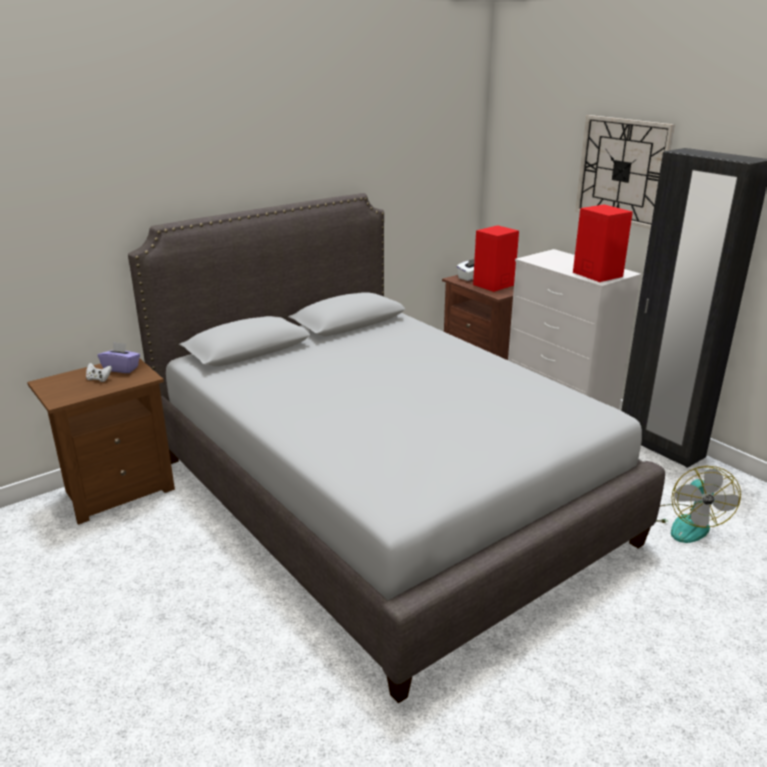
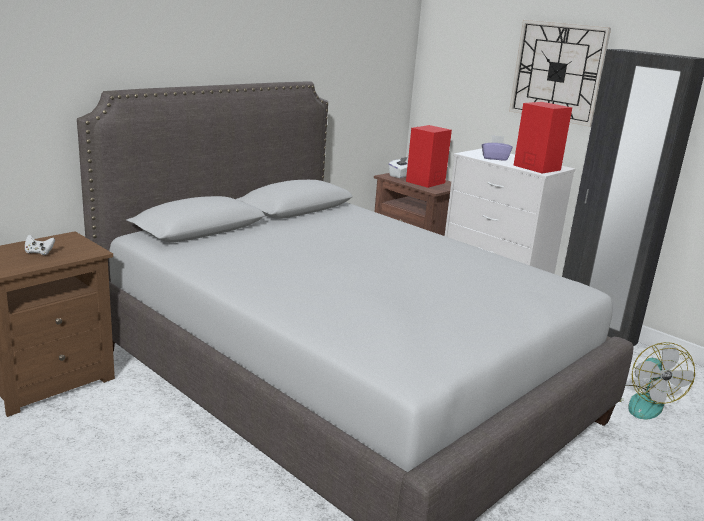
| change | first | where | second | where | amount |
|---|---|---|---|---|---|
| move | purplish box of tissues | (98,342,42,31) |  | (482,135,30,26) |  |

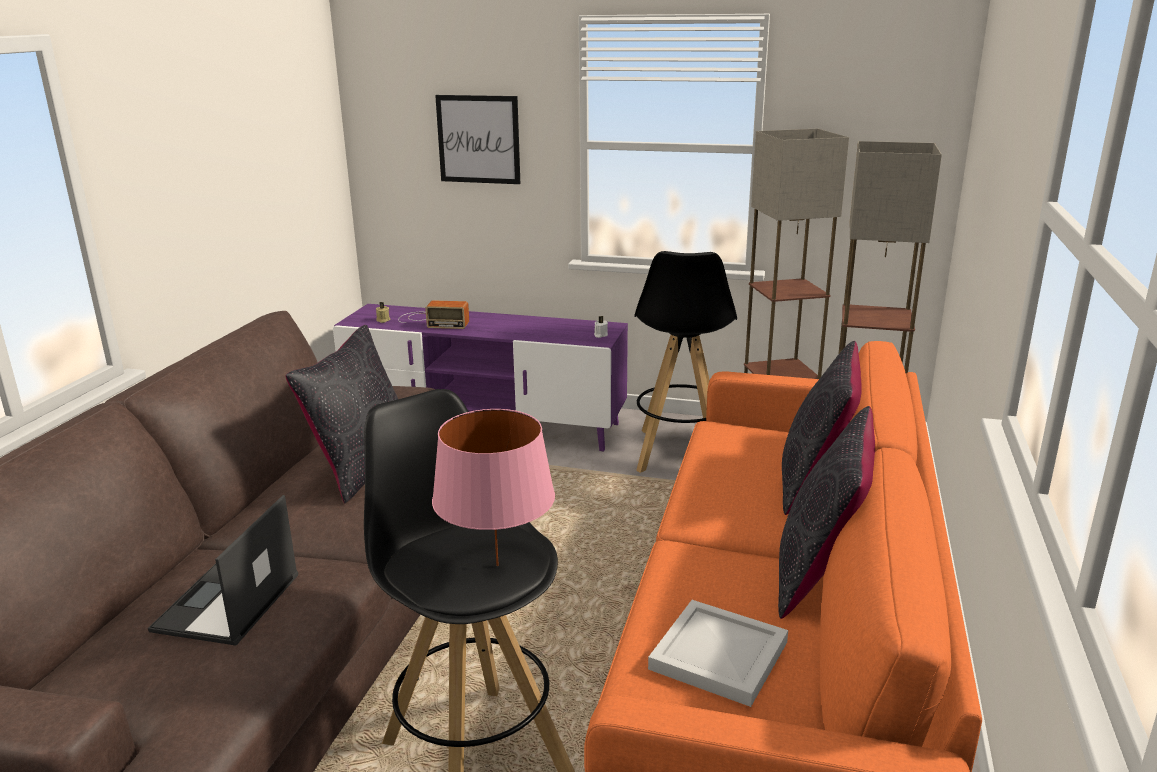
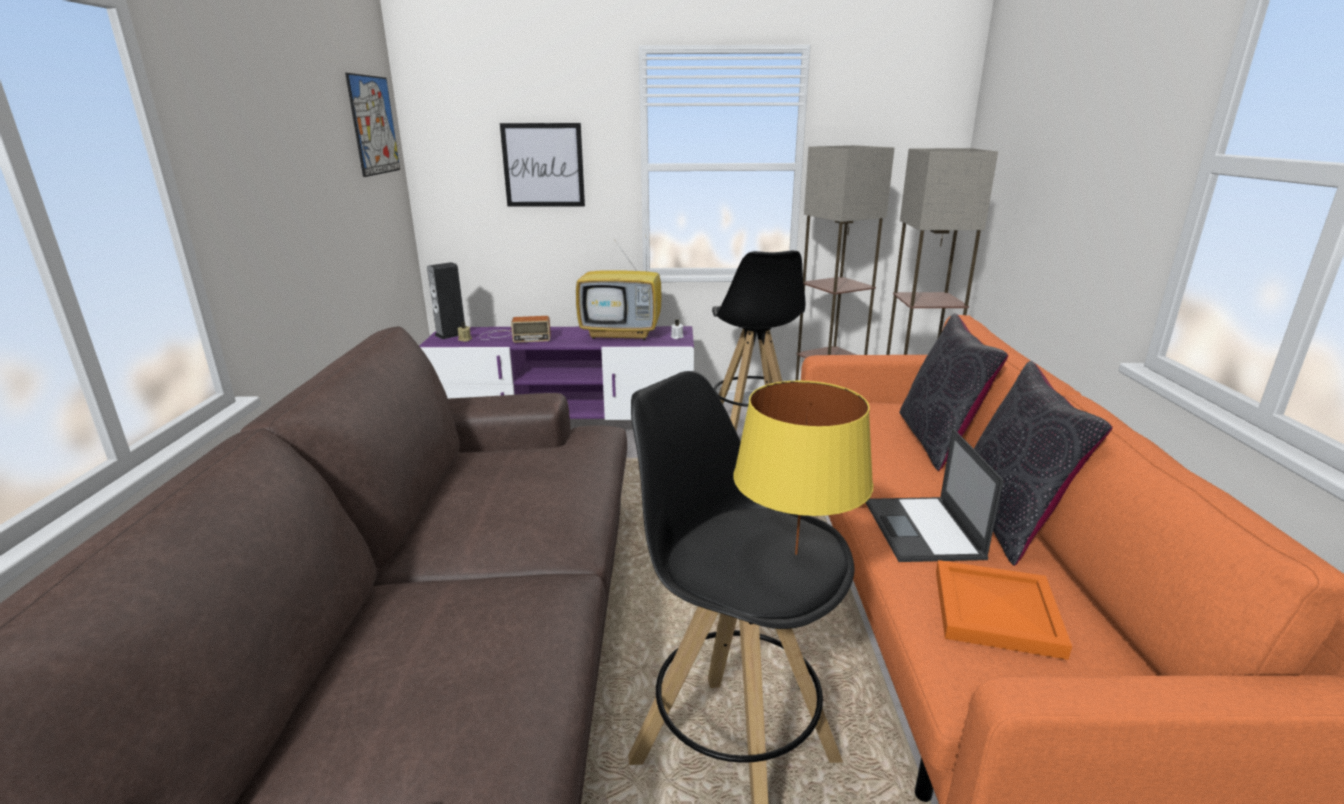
| change | first | where | second | where | amount |
|---|---|---|---|---|---|
| delete | blackish throw pillow | (285,325,113,178) |  |  |  |
| recolor | pinkish table lamp | (432,409,123,157) | yellow-coloured table lamp | (733,381,140,174) |  |
| move | portable computer | (148,495,150,150) |  | (866,429,138,133) |  |
| recolor | white carrying tray | (648,600,140,107) | orange-coloured carrying tray | (936,560,136,100) |  |
| insert |  |  | picture | (345,73,55,104) |  |
| insert |  |  | TV | (576,238,86,102) |  |
| insert |  |  | audio speaker | (427,262,38,77) |  |

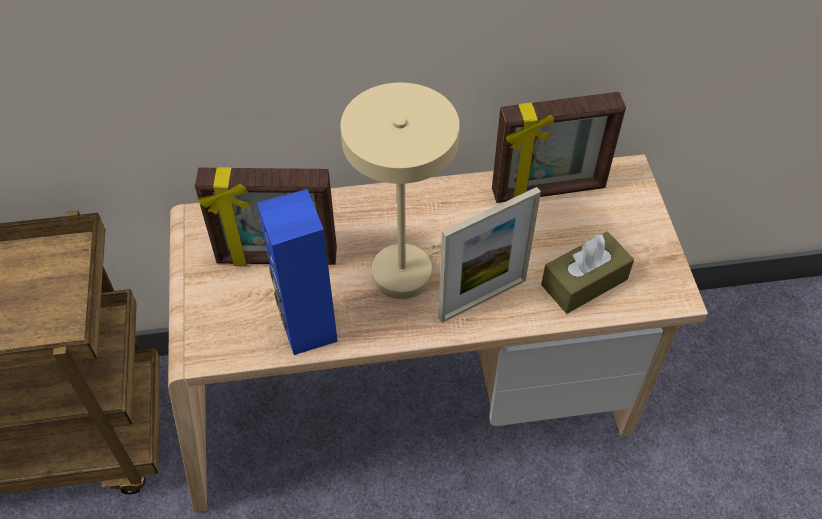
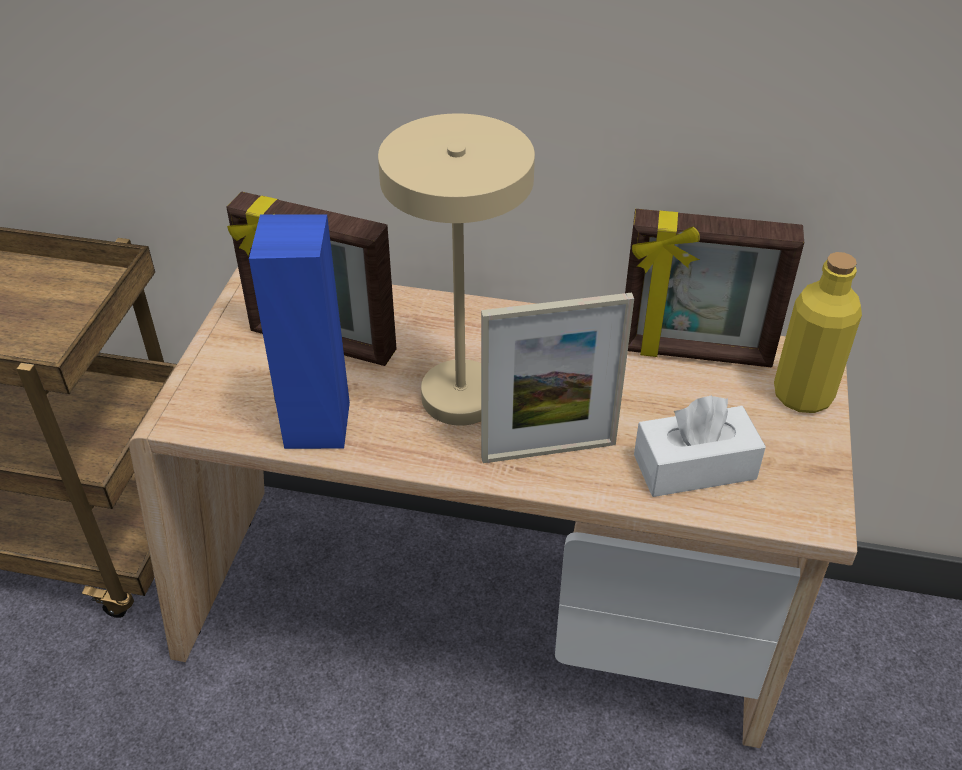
| change | first | where | second | where | amount |
|---|---|---|---|---|---|
| recolor | brown-coloured box of tissues | (541,232,93,82) | white box of tissues | (634,395,132,102) |  |
| insert |  |  | yellow-coloured drink bottle | (774,252,88,161) |  |

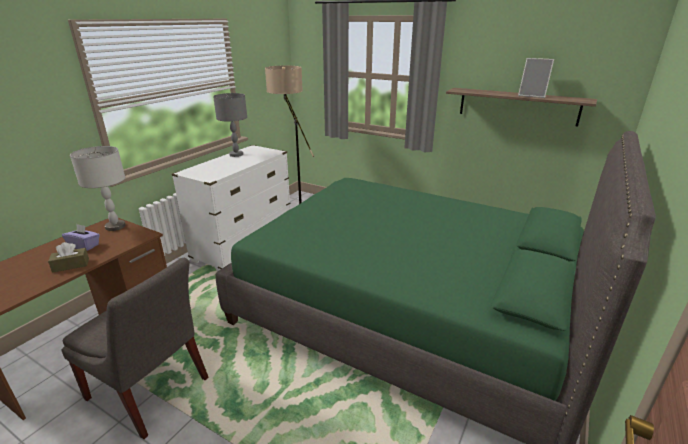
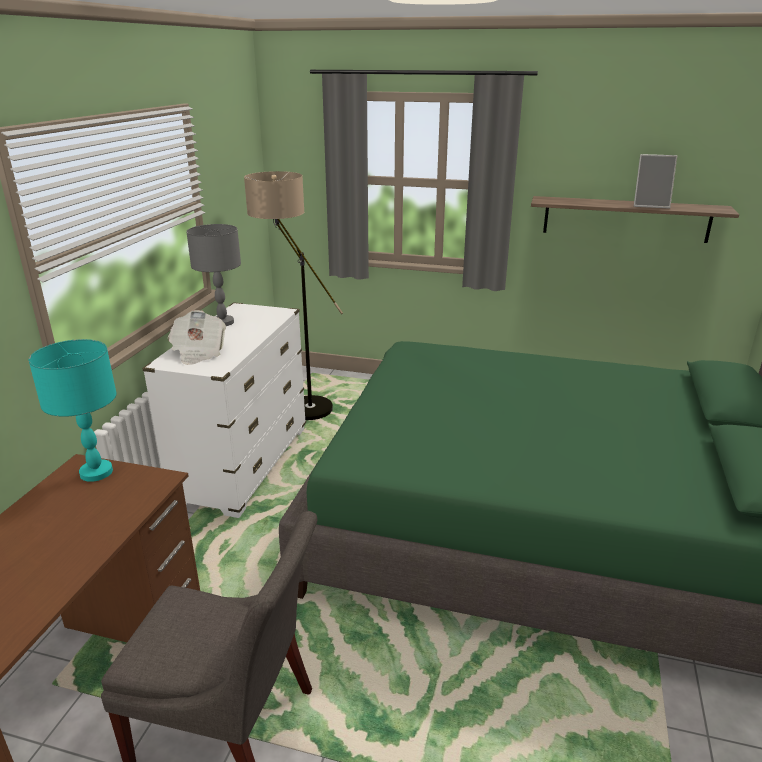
| change | first | where | second | where | amount |
|---|---|---|---|---|---|
| recolor | greyish table lamp | (70,146,56,85) | turquoise-coloured table lamp | (28,339,89,143) |  |
| delete | purplish box of tissues | (62,224,38,27) |  |  |  |
| delete | brown-coloured box of tissues | (48,242,41,31) |  |  |  |
| insert |  |  | printed paper | (168,310,58,55) |  |

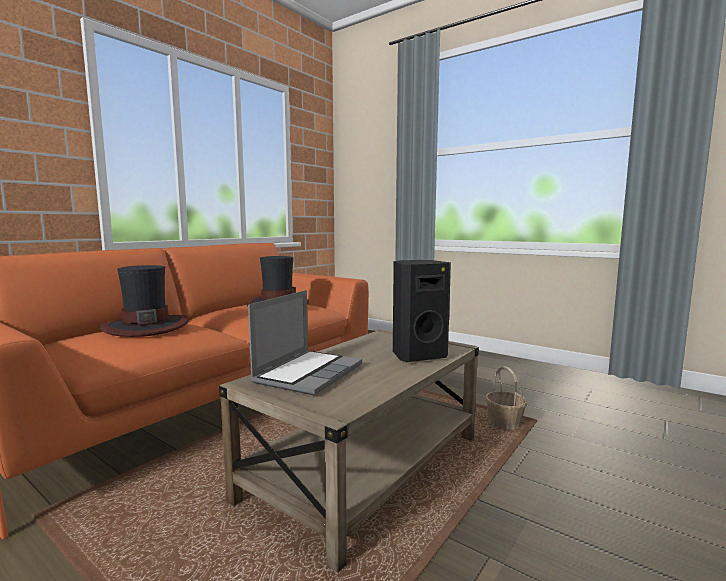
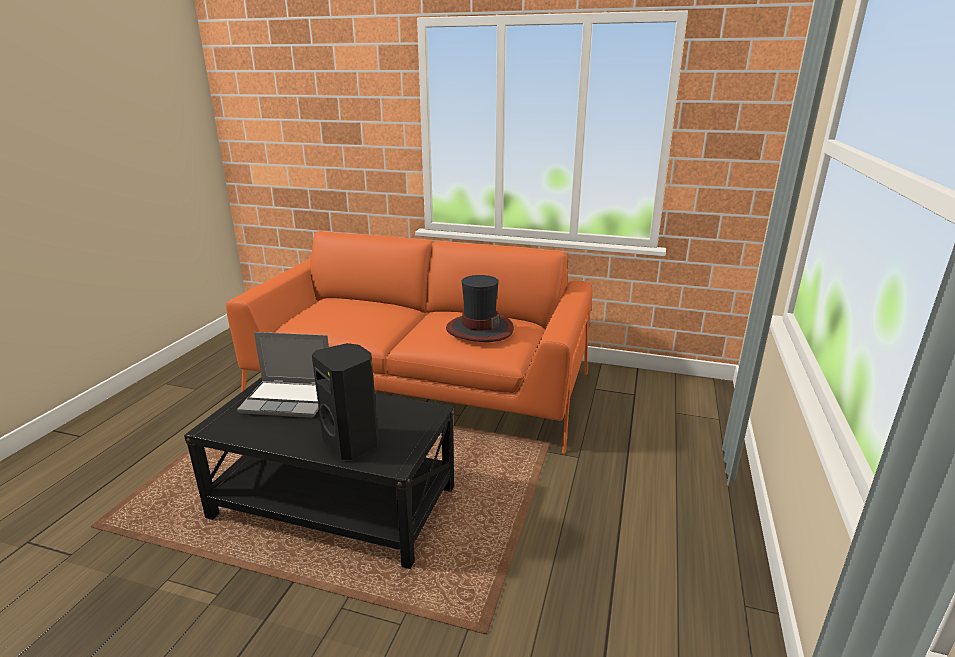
| change | first | where | second | where | amount |
|---|---|---|---|---|---|
| delete | clothing hat | (100,265,89,72) |  |  |  |
| recolor | beige lounge table | (219,329,260,244) | blackish lounge table | (184,377,270,192) |  |
| delete | basket | (486,366,41,63) |  |  |  |

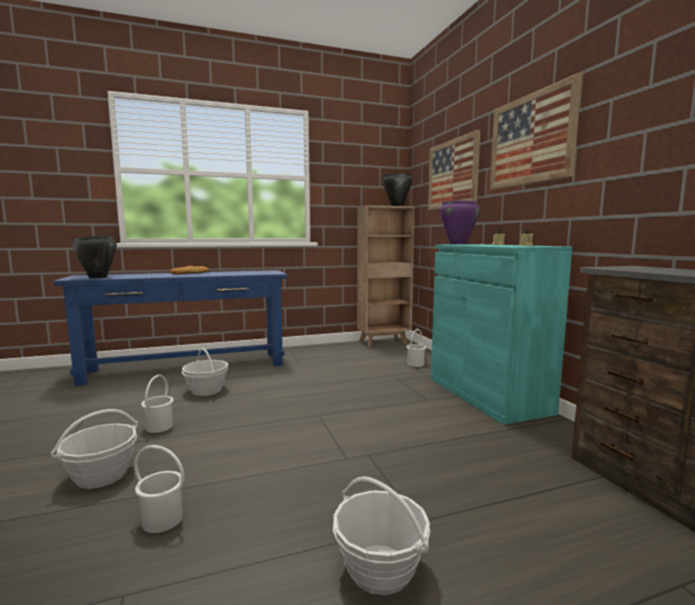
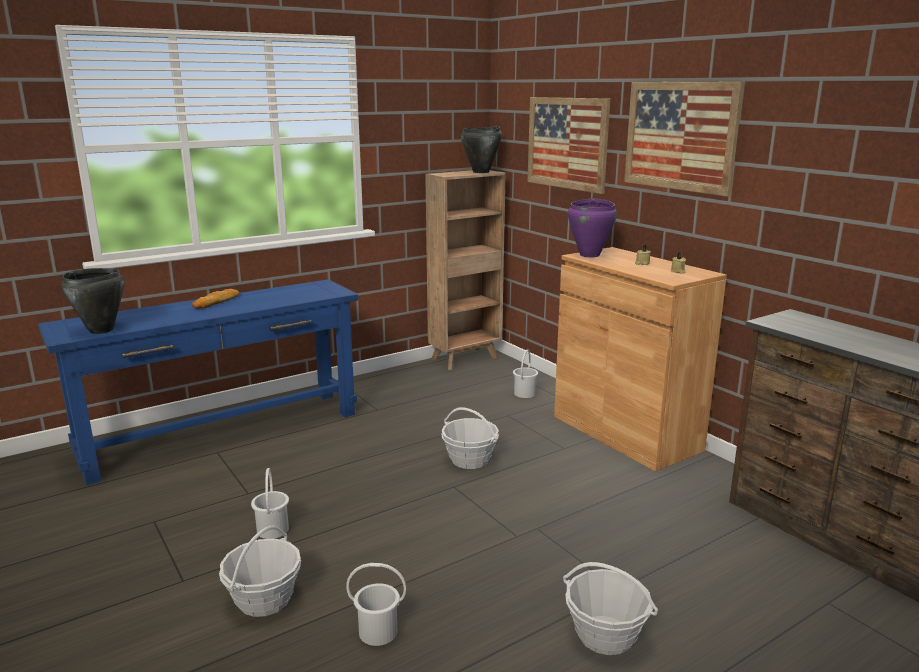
| change | first | where | second | where | amount |
|---|---|---|---|---|---|
| recolor | turquoise-coloured cabinet | (431,244,141,181) | brown-coloured cabinet | (554,247,173,225) |  |
| move | basket | (182,348,46,48) |  | (441,407,58,62) |  |

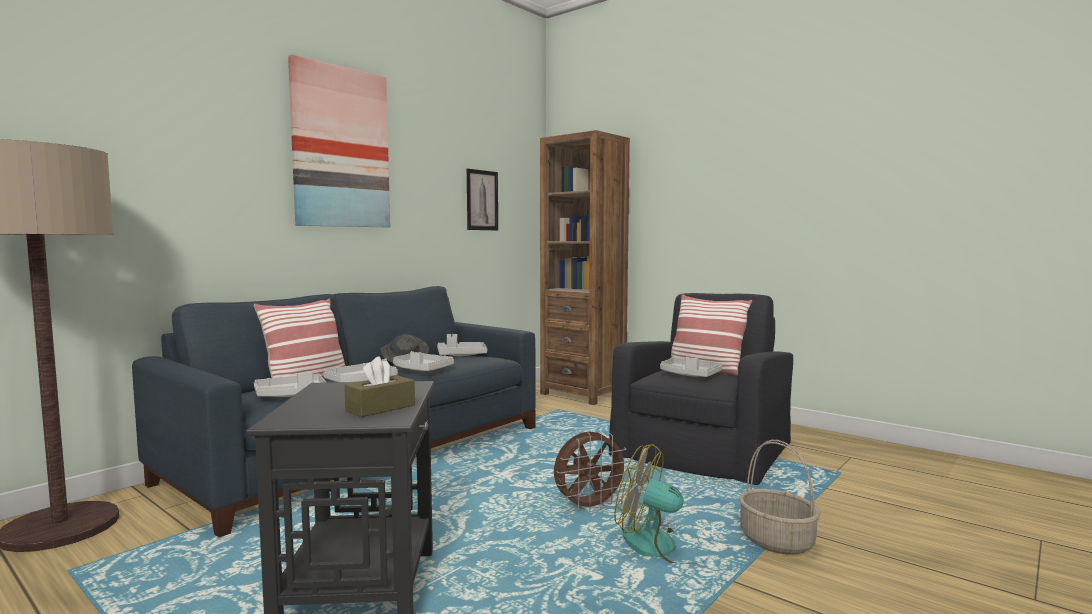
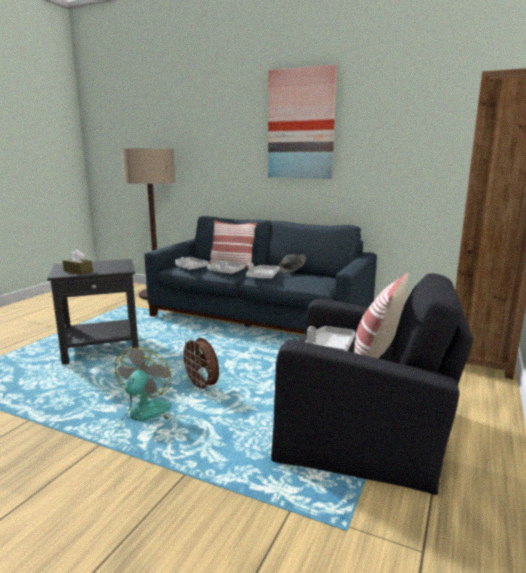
| change | first | where | second | where | amount |
|---|---|---|---|---|---|
| delete | picture | (467,169,31,61) |  |  |  |
| delete | greyish carrying tray | (437,334,50,22) |  |  |  |
| delete | basket | (739,440,81,115) |  |  |  |

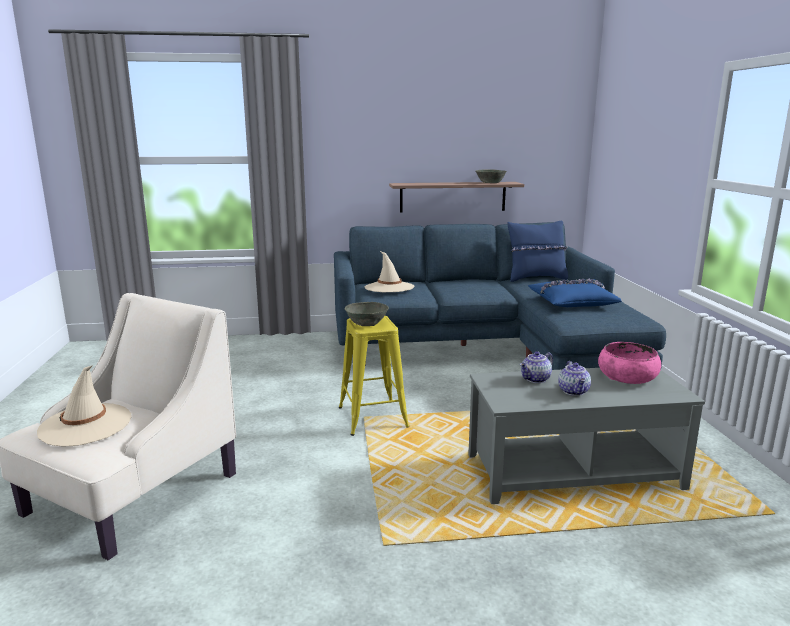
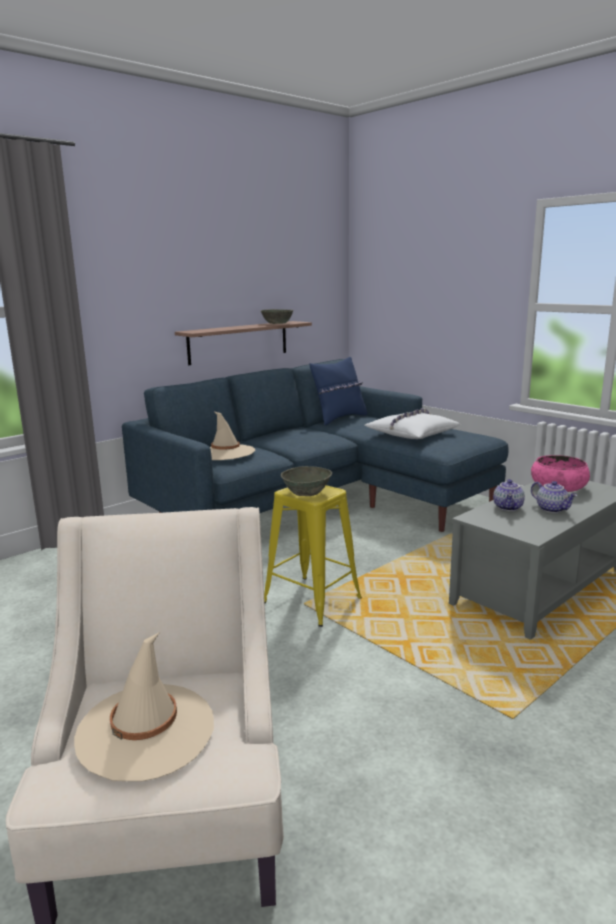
| change | first | where | second | where | amount |
|---|---|---|---|---|---|
| recolor | bluish throw pillow | (528,279,94,28) | white throw pillow | (365,408,95,31) |  |

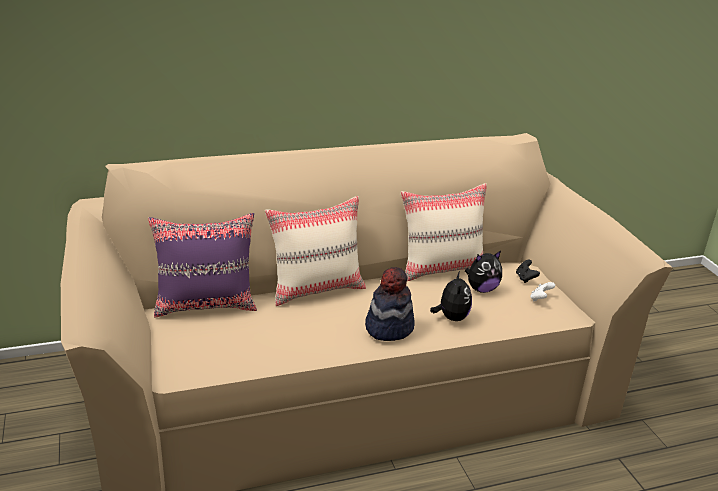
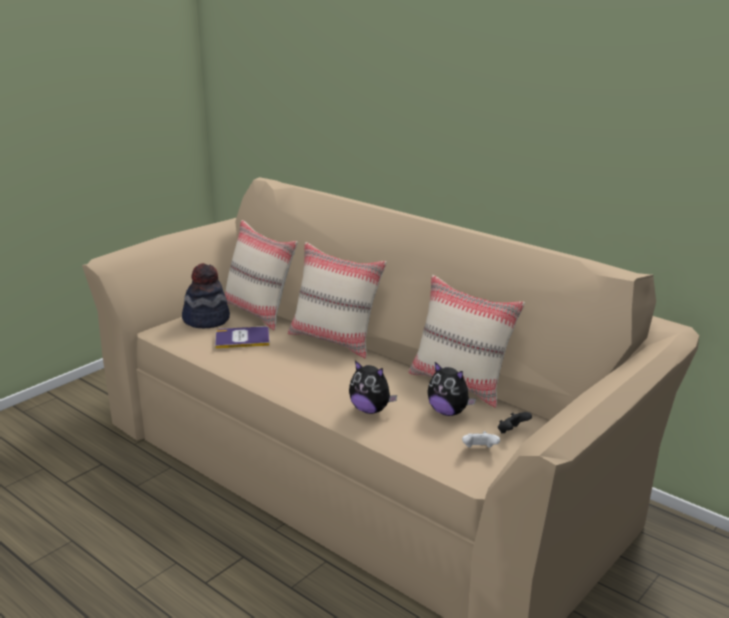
| change | first | where | second | where | amount |
|---|---|---|---|---|---|
| recolor | purplish throw pillow | (148,213,109,104) | beige throw pillow | (225,220,73,110) |  |
| move | clothing hat | (365,267,50,74) |  | (182,263,48,65) |  |
| rotate | soft toy | (430,271,42,50) |  | (349,360,48,54) | 60 degrees clockwise |
| insert |  |  | book | (215,326,55,23) |  |

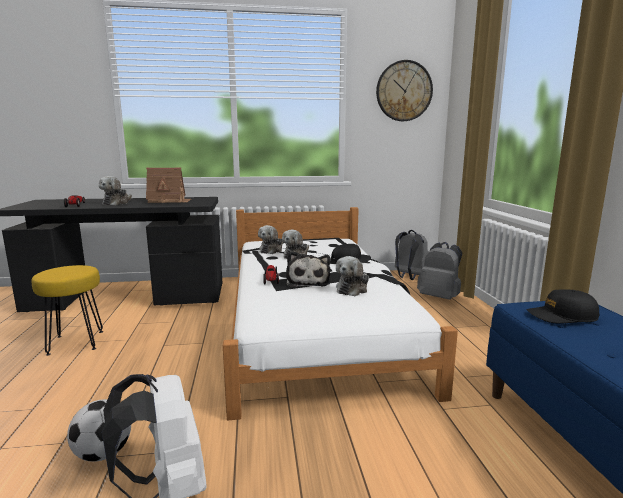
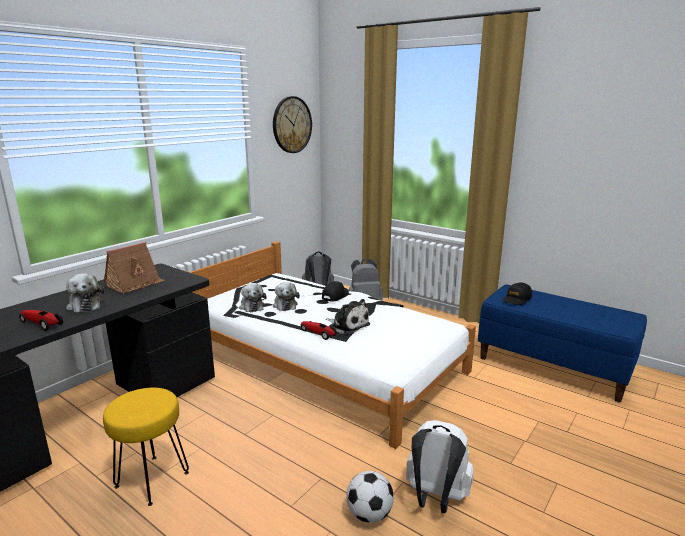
| change | first | where | second | where | amount |
|---|---|---|---|---|---|
| delete | soft toy | (336,256,33,41) |  |  |  |

